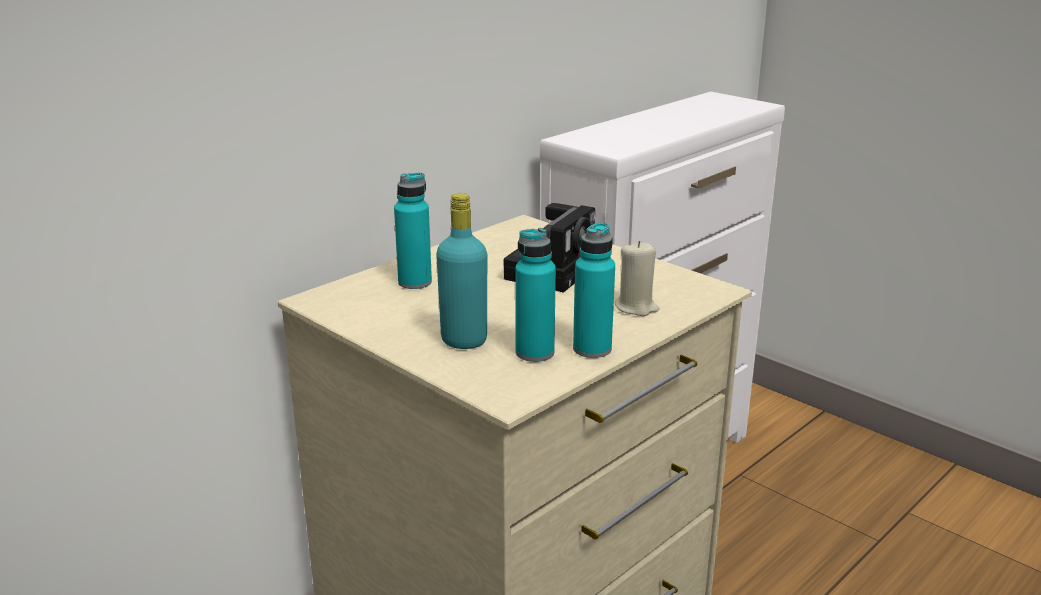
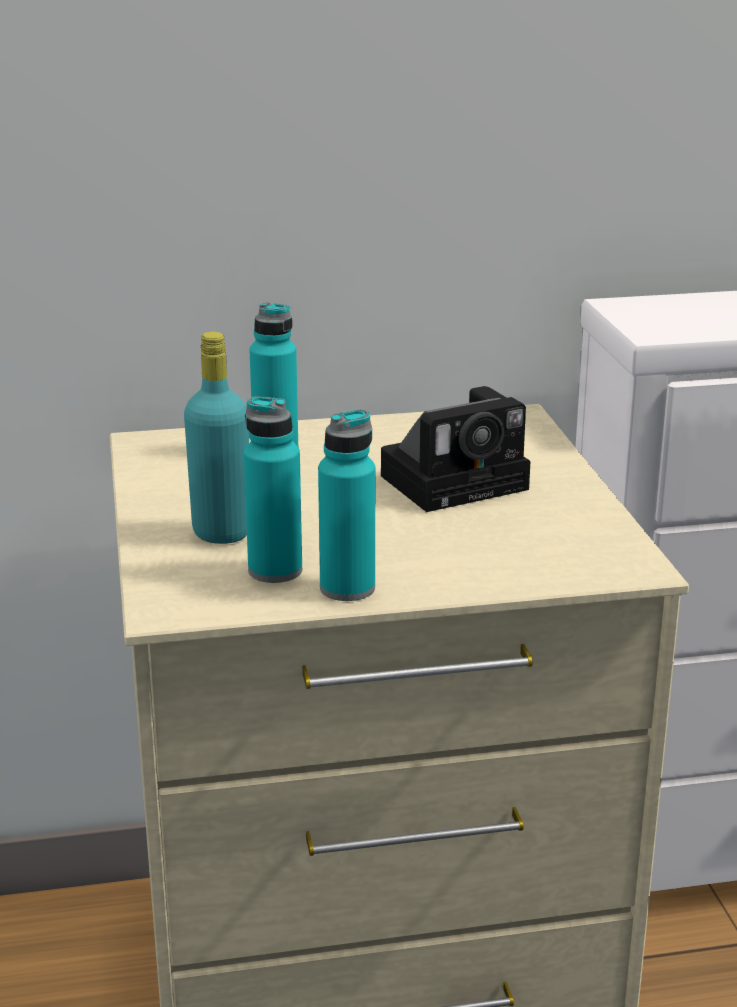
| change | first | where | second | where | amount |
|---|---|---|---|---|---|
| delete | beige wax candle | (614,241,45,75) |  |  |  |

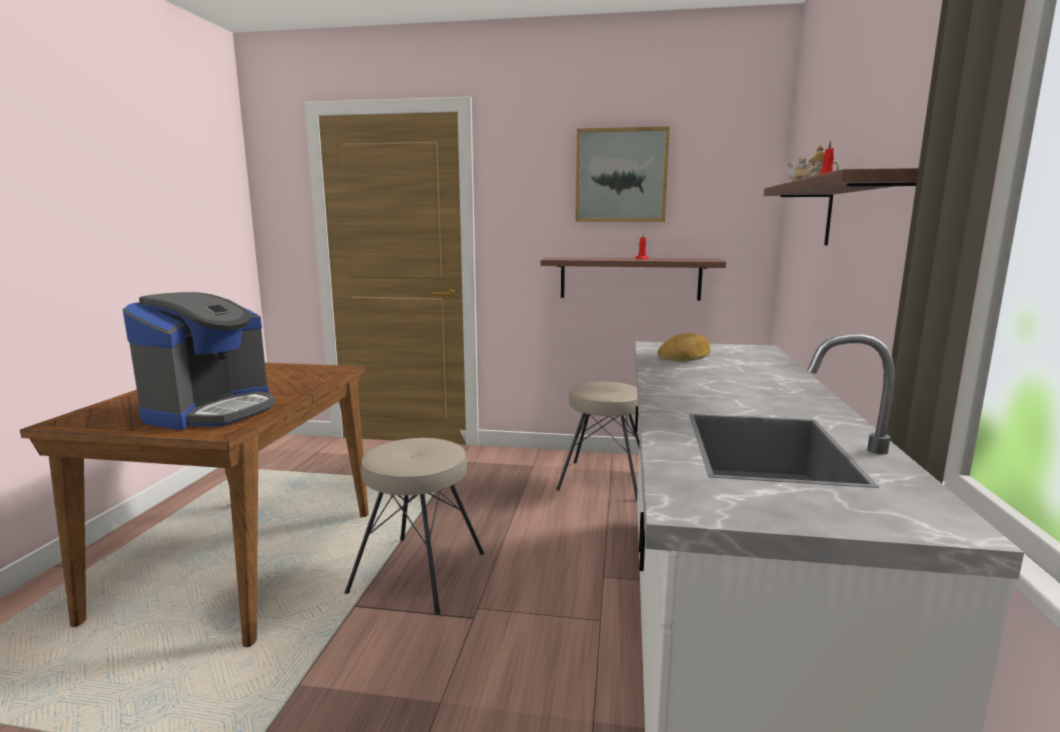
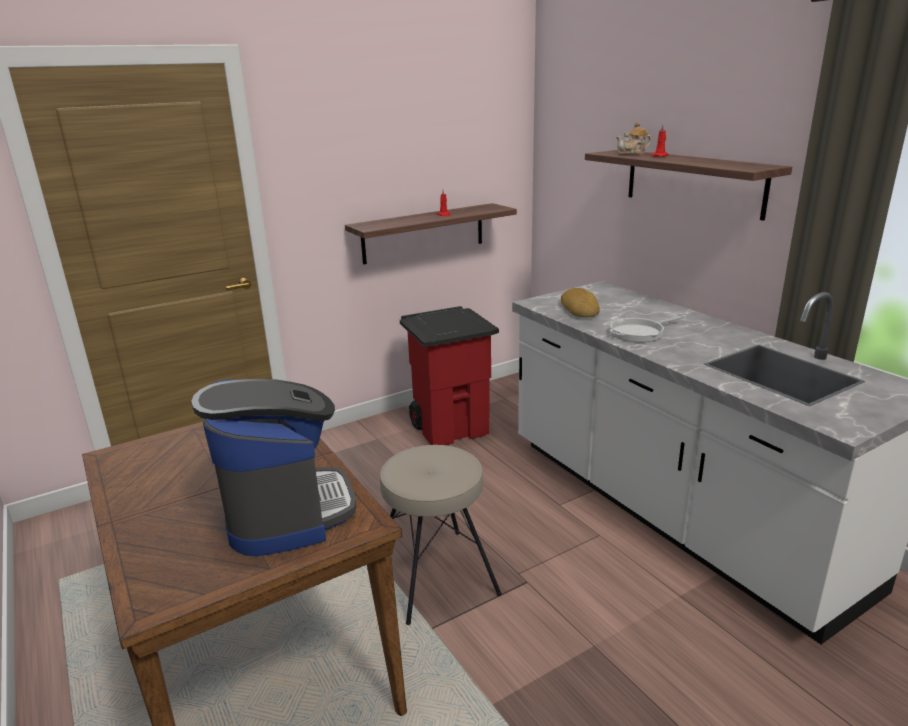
| change | first | where | second | where | amount |
|---|---|---|---|---|---|
| delete | picture | (575,126,95,96) |  |  |  |
| replace | beige stool seat | (556,382,84,119) | red rubbish bin | (400,306,99,139) |  |
| insert |  |  | pan | (610,315,75,27) |  |

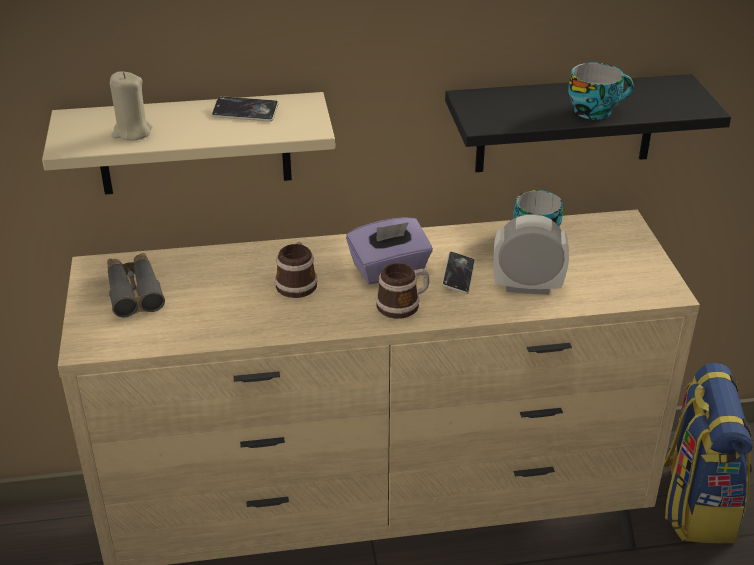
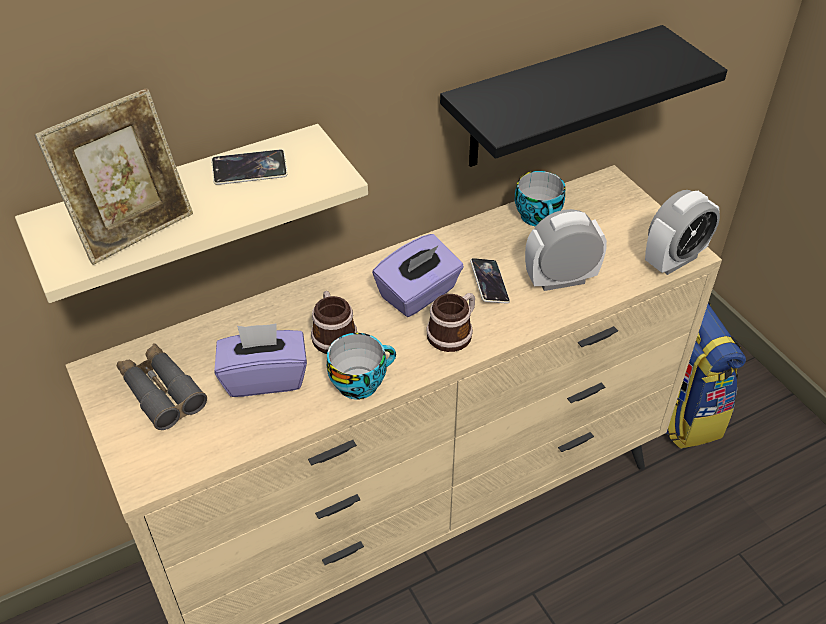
| change | first | where | second | where | amount |
|---|---|---|---|---|---|
| move | cup | (568,63,65,57) |  | (327,333,69,67) |  |
| replace | beige wax candle | (110,71,42,70) | photo frame | (35,88,158,177) |  |
| insert |  |  | table clock | (645,190,75,85) |  |
| insert |  |  | purplish box of tissues | (214,324,93,73) |  |

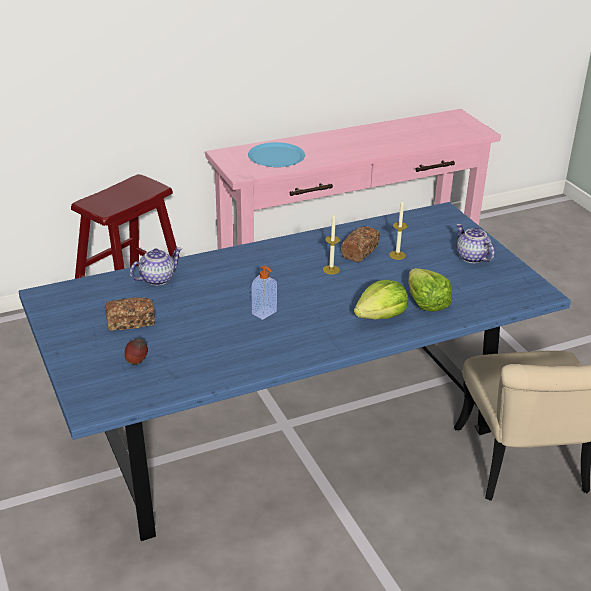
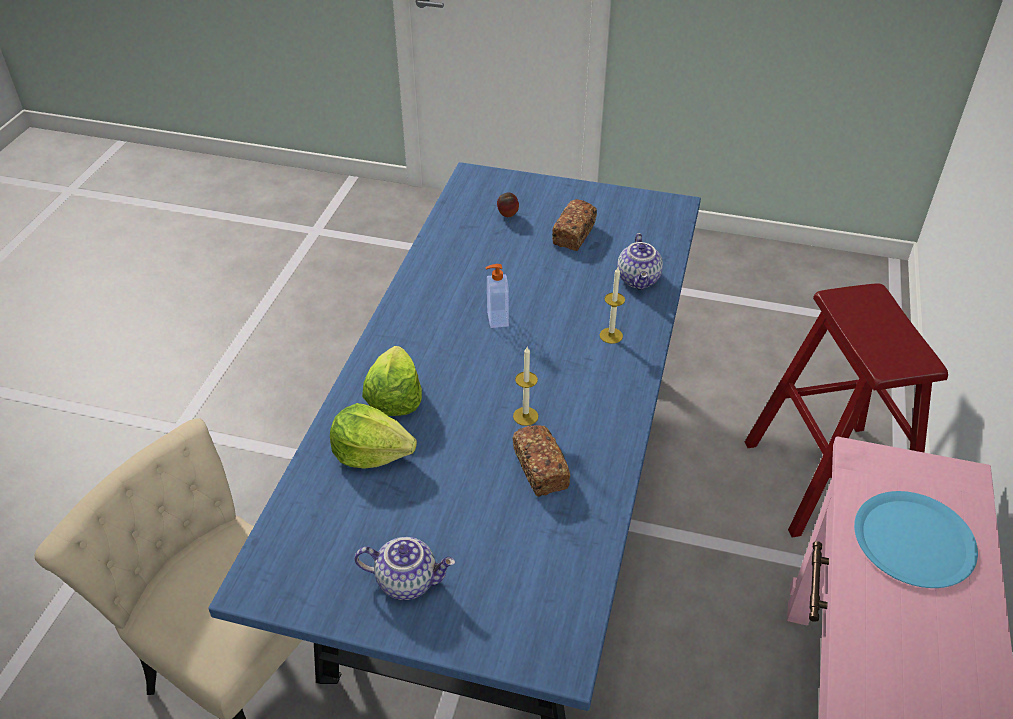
| change | first | where | second | where | amount |
|---|---|---|---|---|---|
| move | wax candle | (389,200,18,60) |  | (600,267,25,77) |  |

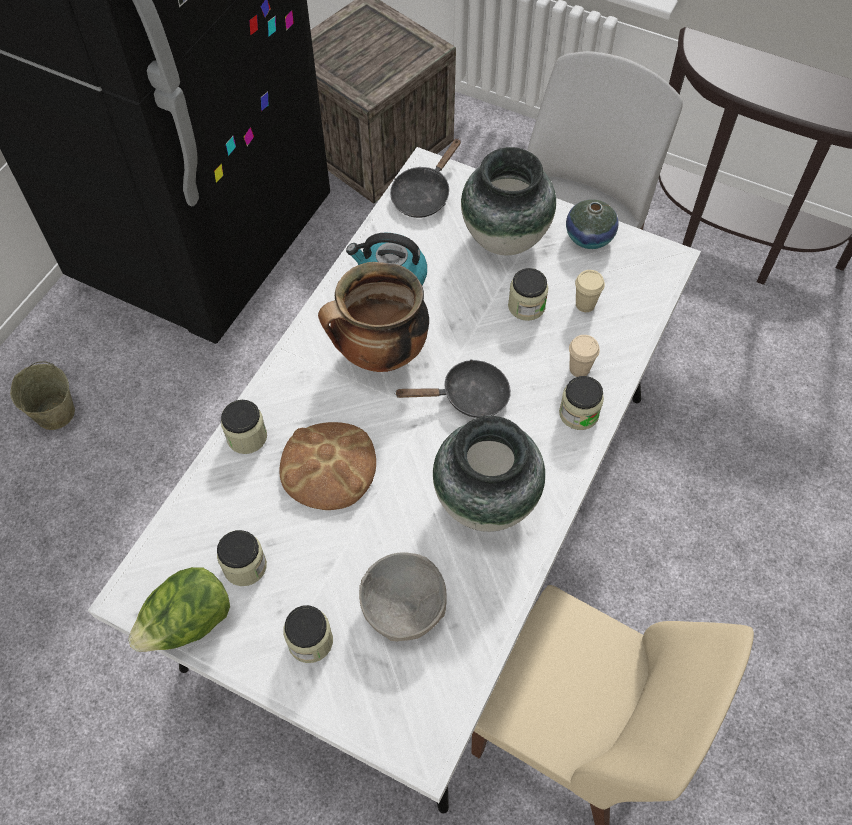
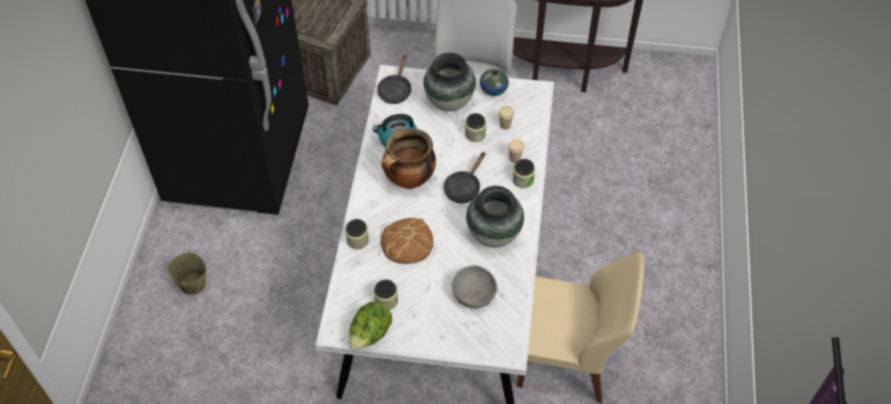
| change | first | where | second | where | amount |
|---|---|---|---|---|---|
| rotate | blackish pan | (394,359,117,59) |  | (444,152,41,51) | 150 degrees clockwise |
| delete | storage jar | (283,605,50,58) |  |  |  |

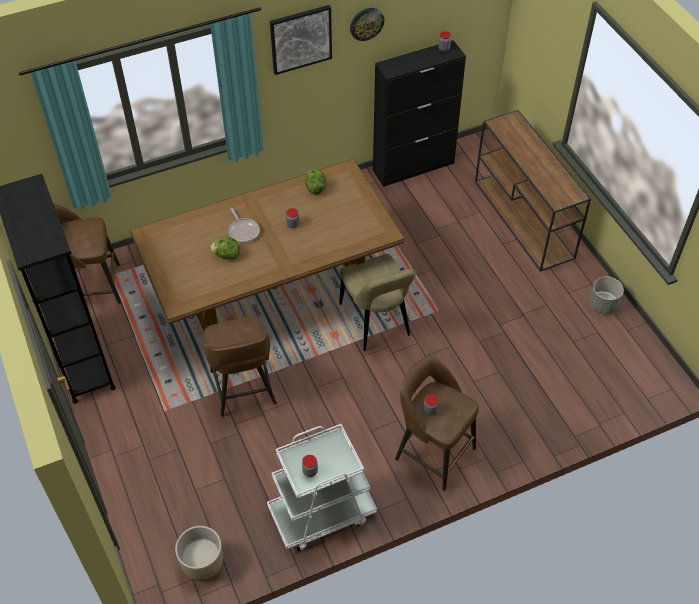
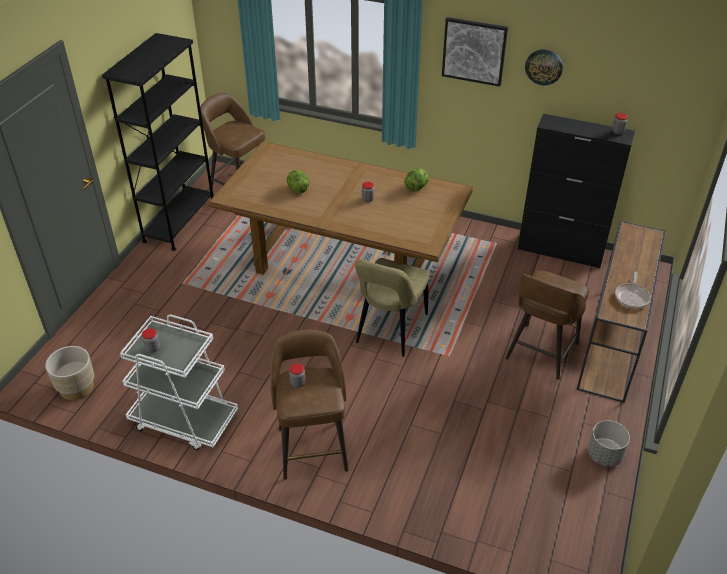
| change | first | where | second | where | amount |
|---|---|---|---|---|---|
| move | pan | (228,208,32,35) |  | (615,271,36,38) |  |
| move | brown-coloured stool seat | (204,316,73,101) |  | (505,270,84,110) |  |

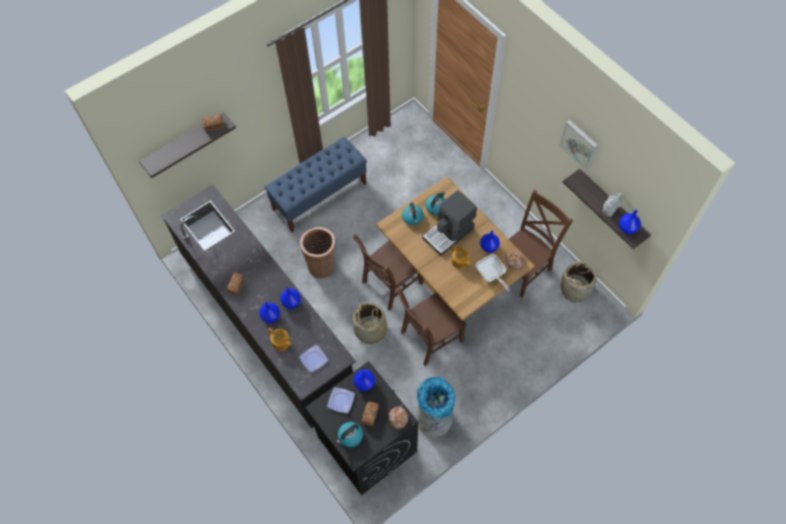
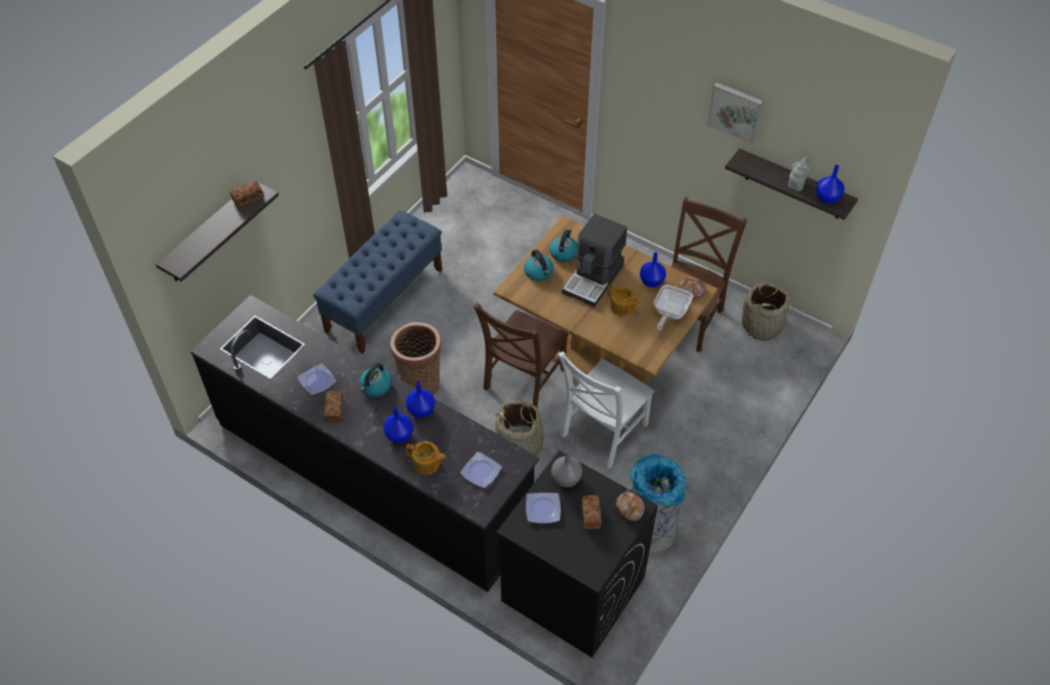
| change | first | where | second | where | amount |
|---|---|---|---|---|---|
| rotate | pan | (476,254,34,38) |  | (654,285,39,46) | 75 degrees clockwise |
| recolor | brown-coloured upright chair | (395,288,72,78) | white upright chair | (558,351,96,117) |  |
| recolor | bluish decorative vase | (354,369,21,22) | greyish decorative vase | (551,450,31,37) |  |
| move | tea kettle | (336,422,27,25) |  | (359,363,33,34) |  |
| insert |  |  | plate | (298,363,39,33) |  |

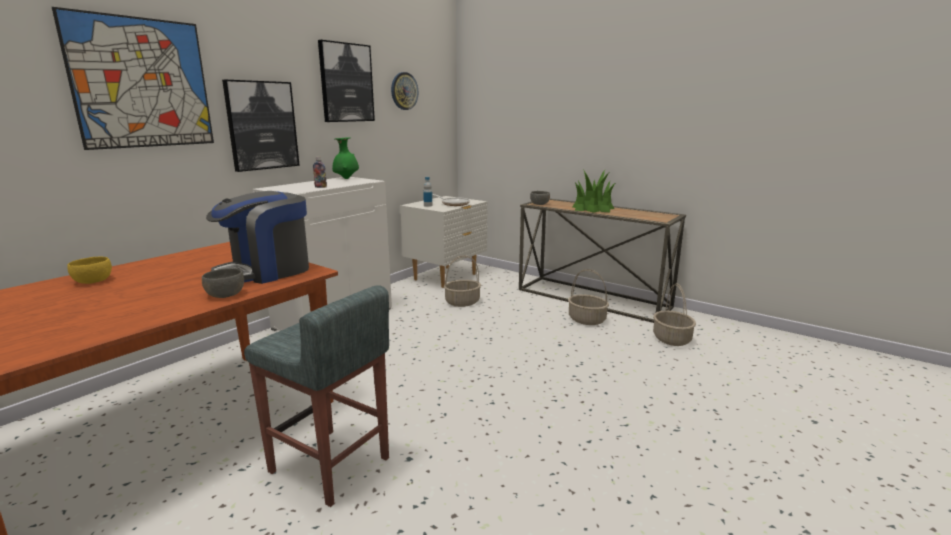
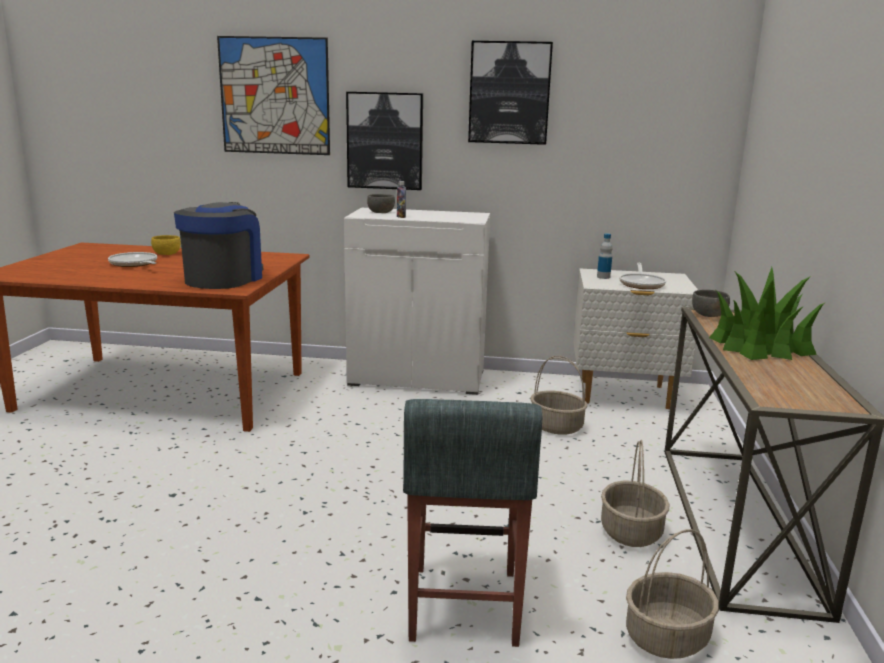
| change | first | where | second | where | amount |
|---|---|---|---|---|---|
| delete | wall clock | (391,72,27,38) |  |  |  |
| delete | green decorative vase | (332,137,27,42) |  |  |  |
| rotate | coffee maker | (206,191,103,93) |  | (174,202,89,87) | 90 degrees clockwise |
| move | greyish bowl | (202,268,42,30) |  | (367,194,28,19) |  |
| move | greyish stool seat | (244,285,145,222) |  | (403,399,139,248) |  |
| insert |  |  | pan | (108,252,49,15) |  |

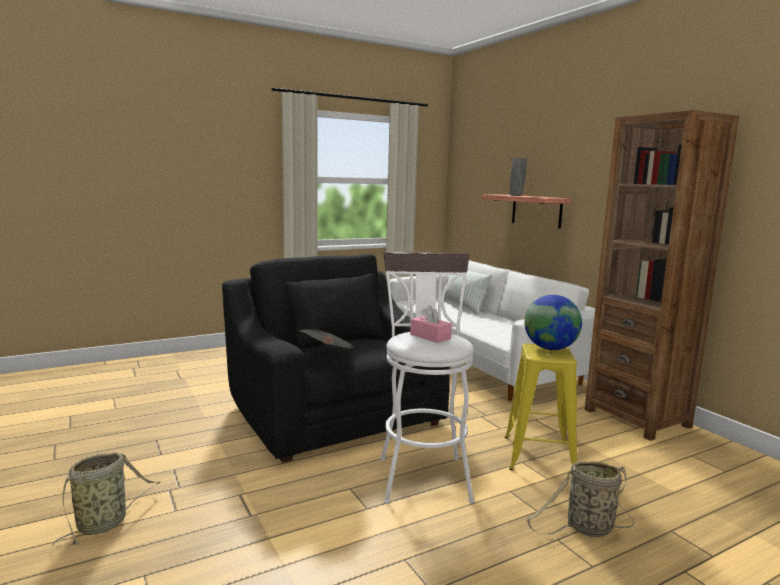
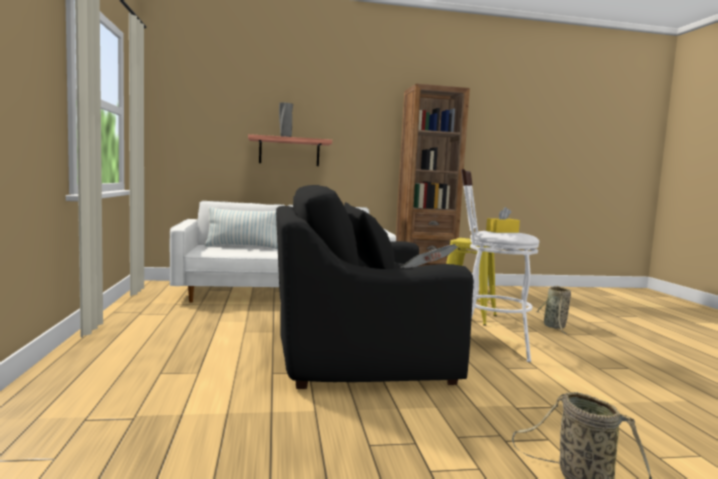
| change | first | where | second | where | amount |
|---|---|---|---|---|---|
| delete | desk globe | (524,295,58,55) |  |  |  |
| recolor | pinkish box of tissues | (410,305,42,38) | yellow-coloured box of tissues | (486,207,34,26) |  |

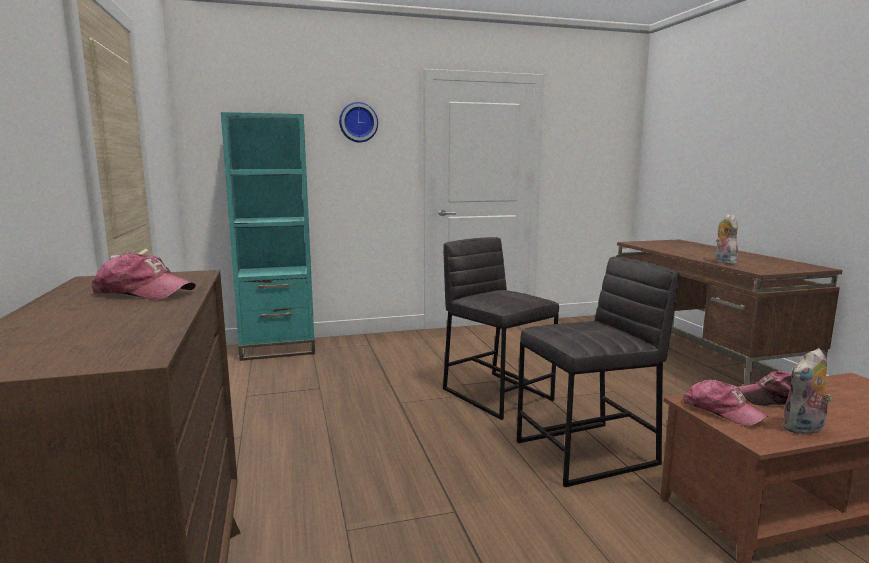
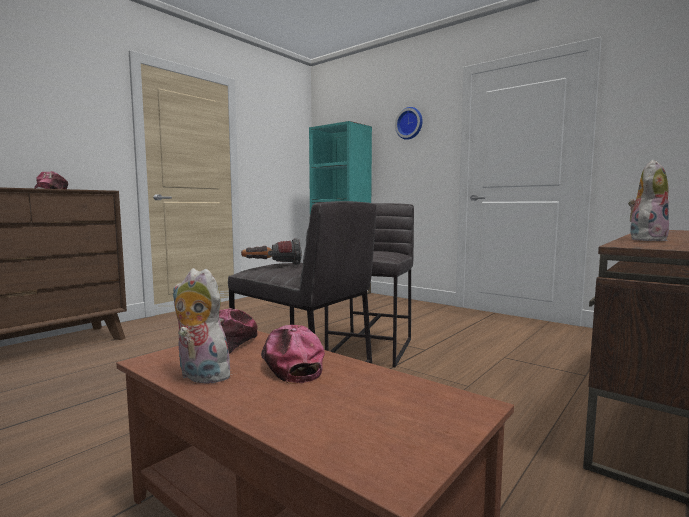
| change | first | where | second | where | amount |
|---|---|---|---|---|---|
| insert |  |  | hand torch | (241,238,61,27) |  |

